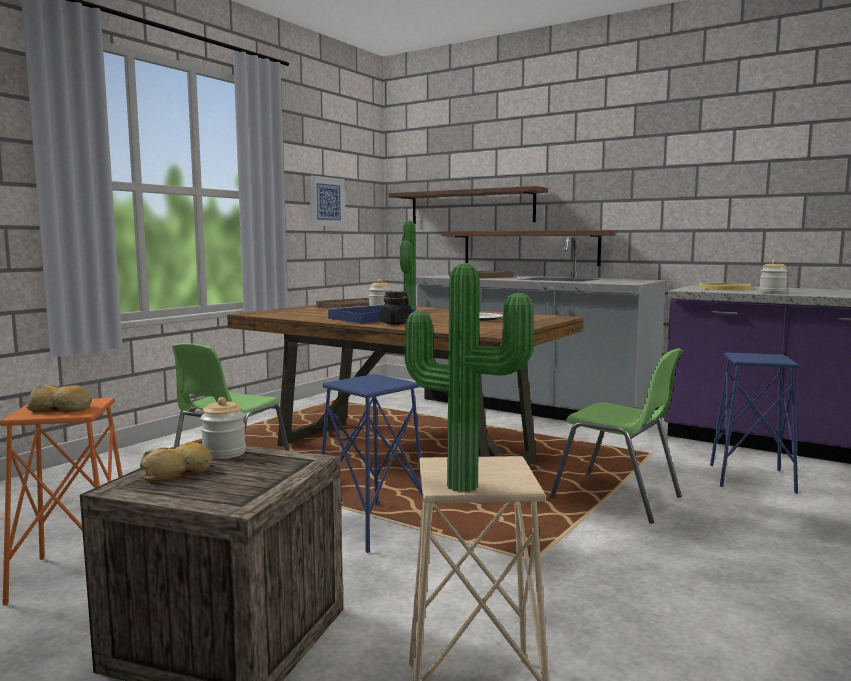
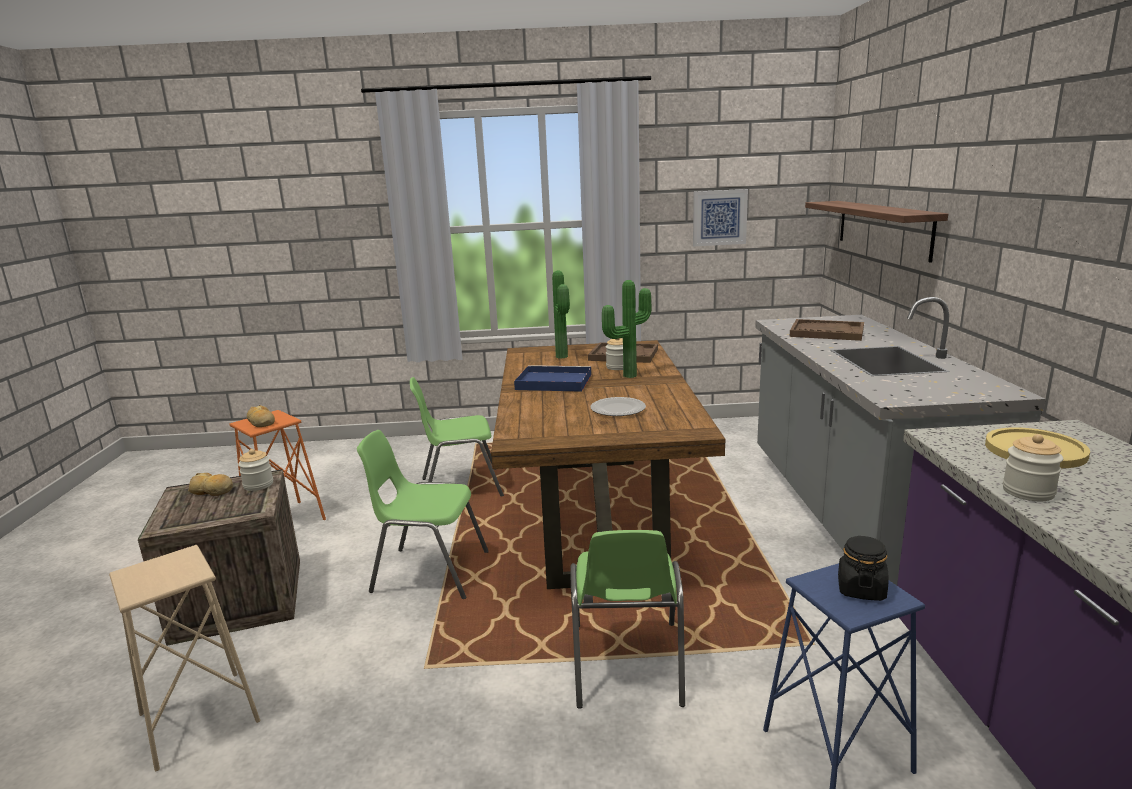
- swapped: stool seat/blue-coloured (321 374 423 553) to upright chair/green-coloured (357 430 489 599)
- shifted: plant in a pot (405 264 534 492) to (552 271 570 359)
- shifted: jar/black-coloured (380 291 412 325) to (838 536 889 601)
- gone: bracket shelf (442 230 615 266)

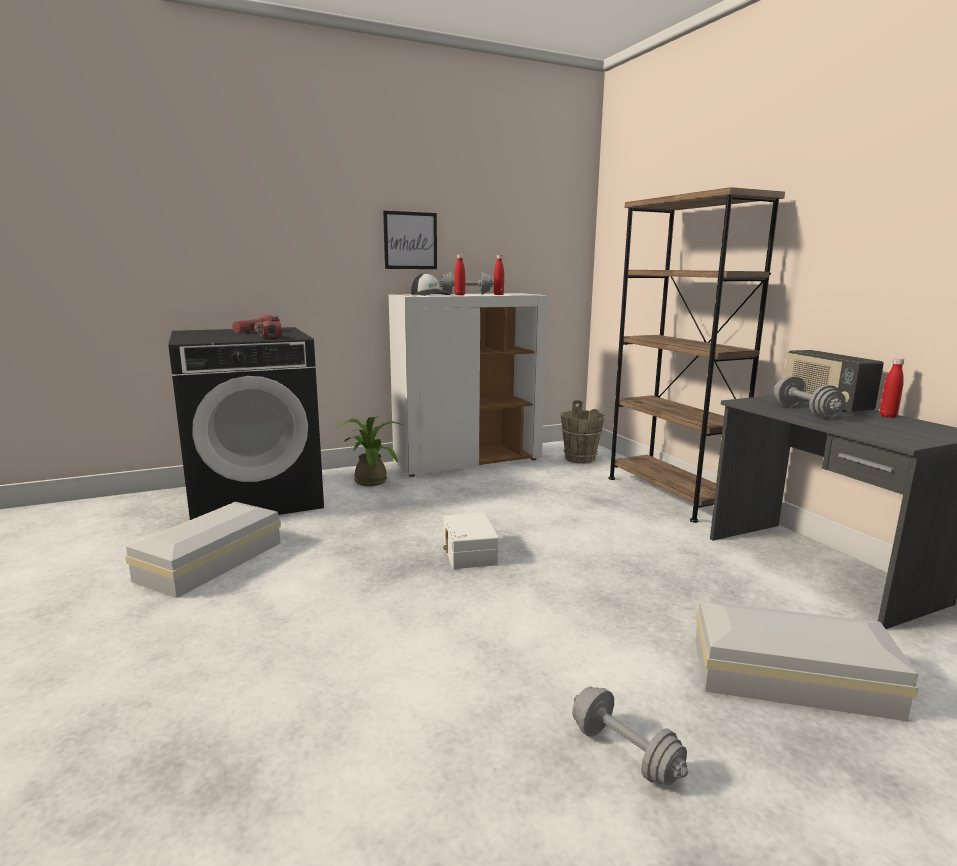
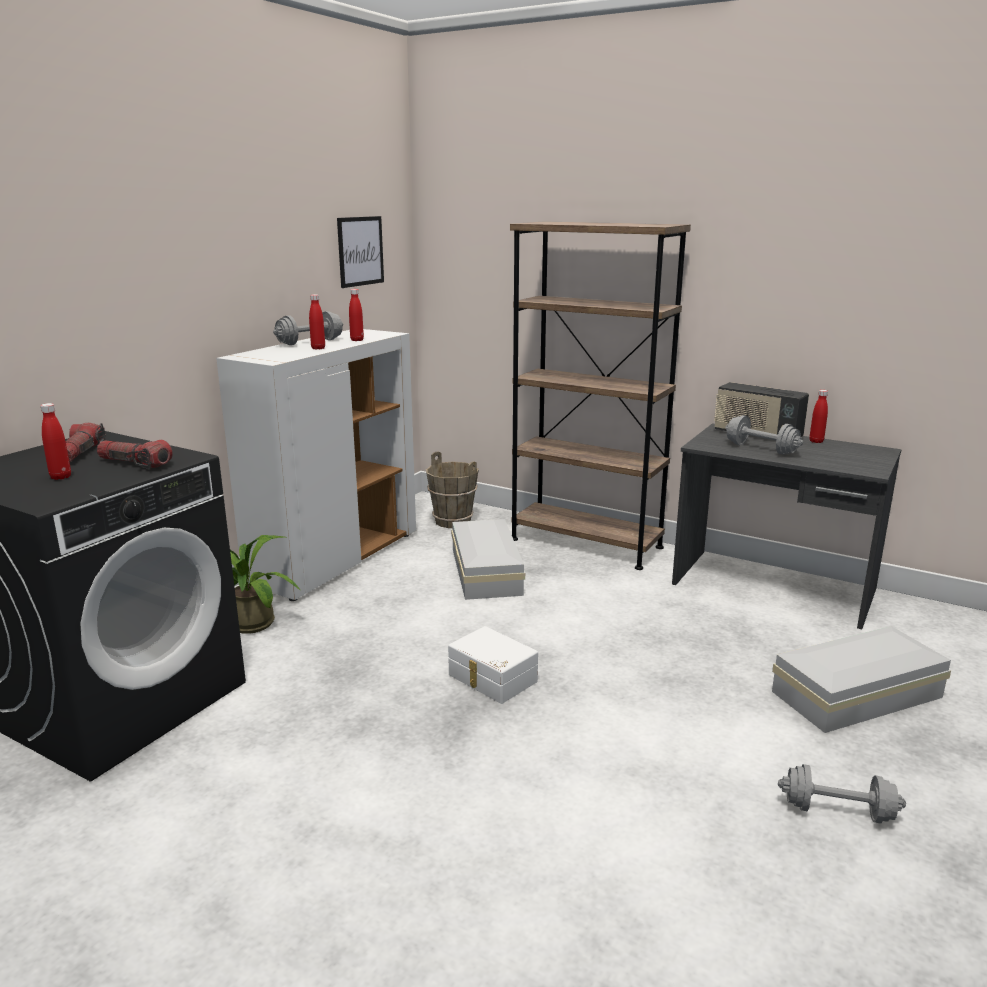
- new: beverage bottle/red (41 403 71 480)
- shifted: wall art (383 211 437 269) to (337 216 384 288)
- shifted: storage box/white (125 502 281 598) to (451 519 525 600)
- gone: baseball cap (411 273 450 296)

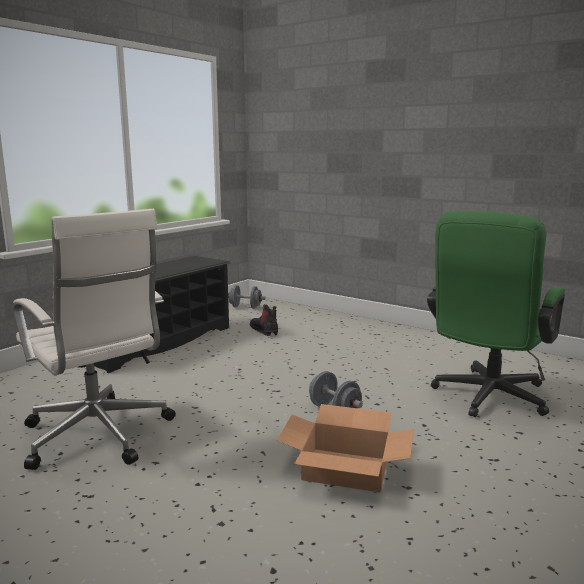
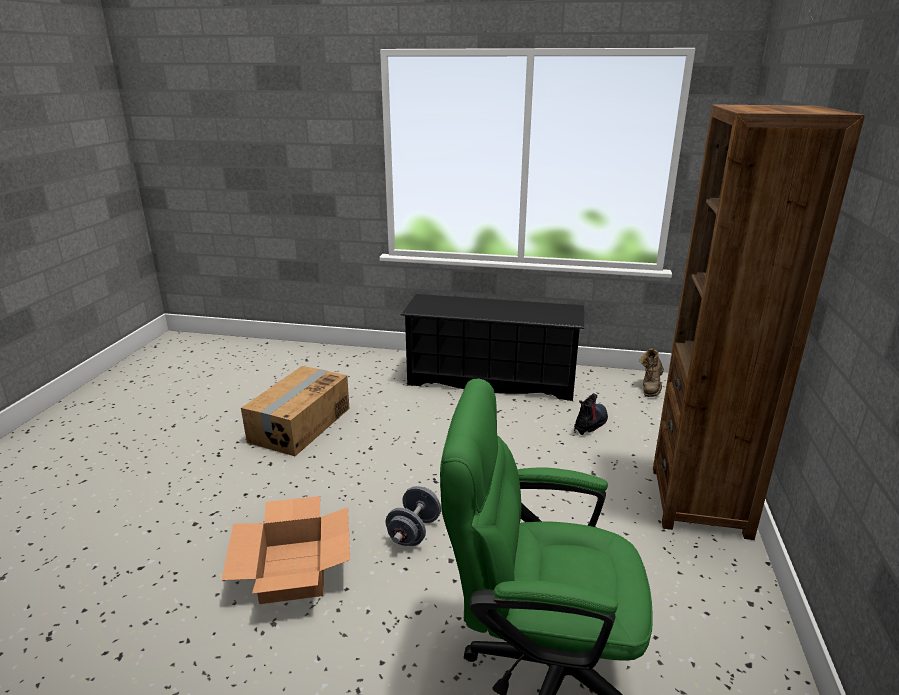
- swapped: computer chair/white (13 209 176 470) to carton (241 366 349 456)
- swapped: free weight/grey (228 285 265 309) to boot/brownish (639 348 664 397)
- new: bookcase/brownish (653 104 865 540)

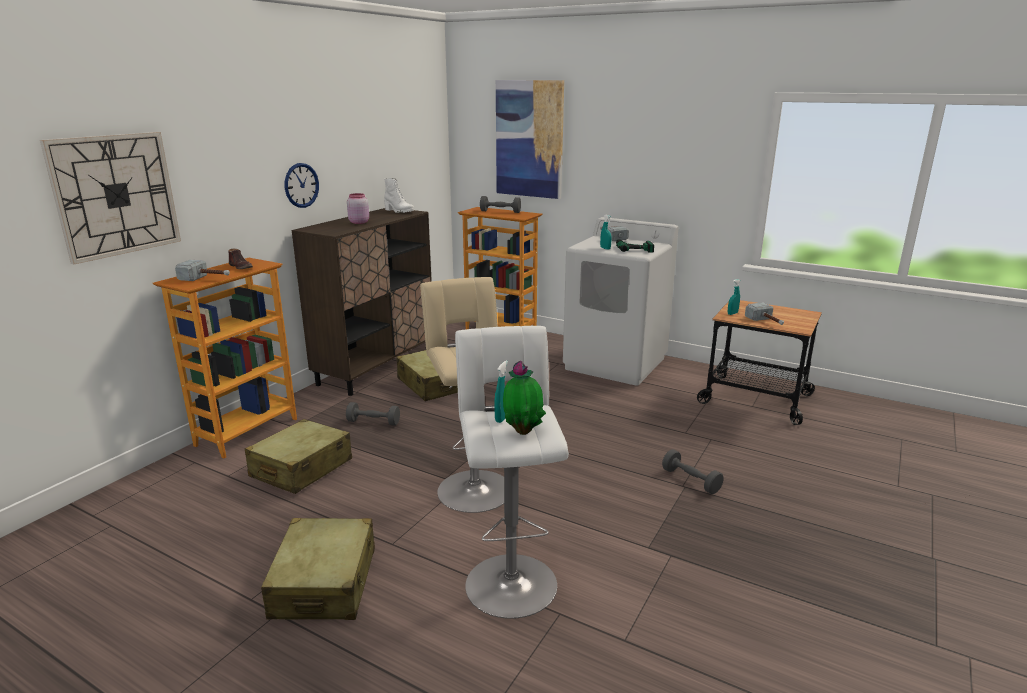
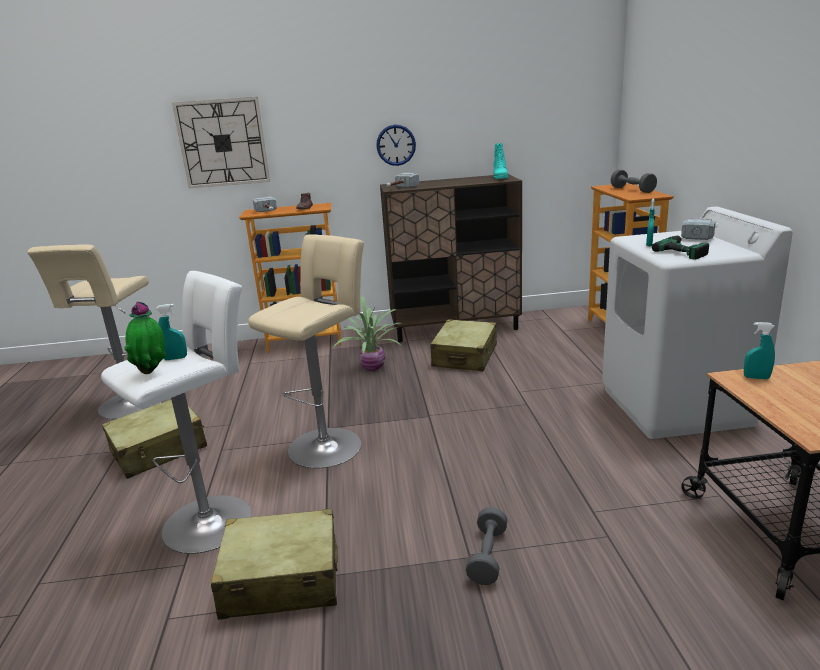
- new: stool seat/beige-coloured (27 244 163 419)
- shifted: suitcase/beige-coloured (245 419 352 494) to (211 509 338 620)
- swapped: free weight/grey (346 402 400 426) to plant in a pot (332 296 400 371)
- shifted: hand hammer (745 302 784 325) to (386 173 419 188)
- repainted: boot/white (384 178 415 213) to boot/turquoise (493 143 508 179)
- gone: jar/pink (347 193 369 224)
- gone: wall art (496 80 564 199)

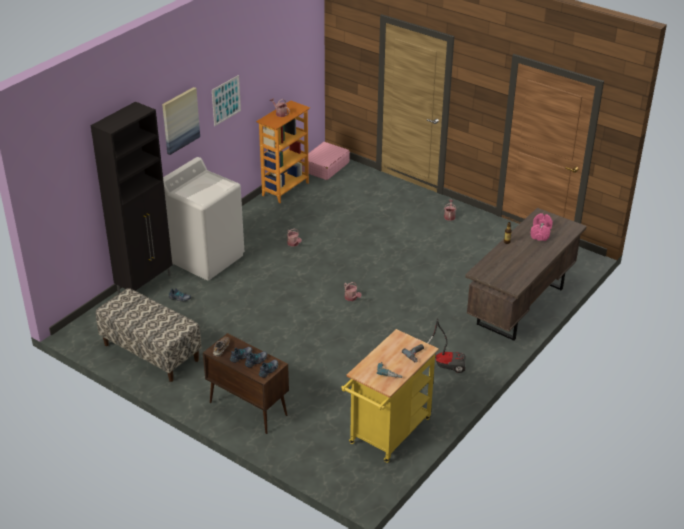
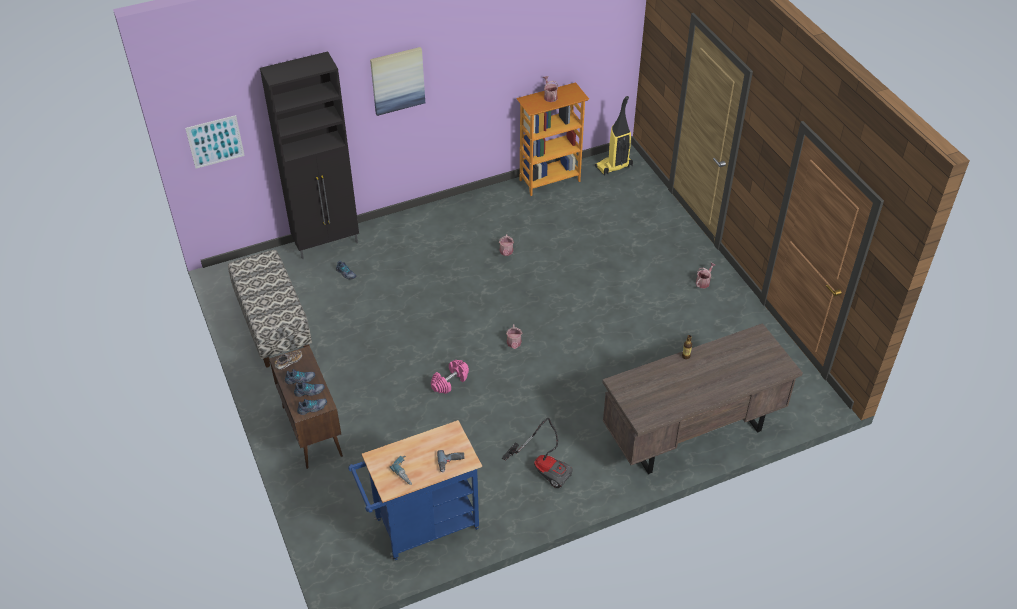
- shifted: wall art (212 75 241 126) to (185 115 245 169)
- repainted: wheeled cart/yellow (341 329 439 463) to wheeled cart/blue-coloured (348 420 482 560)
- shifted: free weight/pink (530 213 553 241) to (431 360 469 394)
- swapped: suitcase/pink (301 142 350 180) to hoover (595 96 633 176)
- gone: laundry machine/white (163 157 244 281)

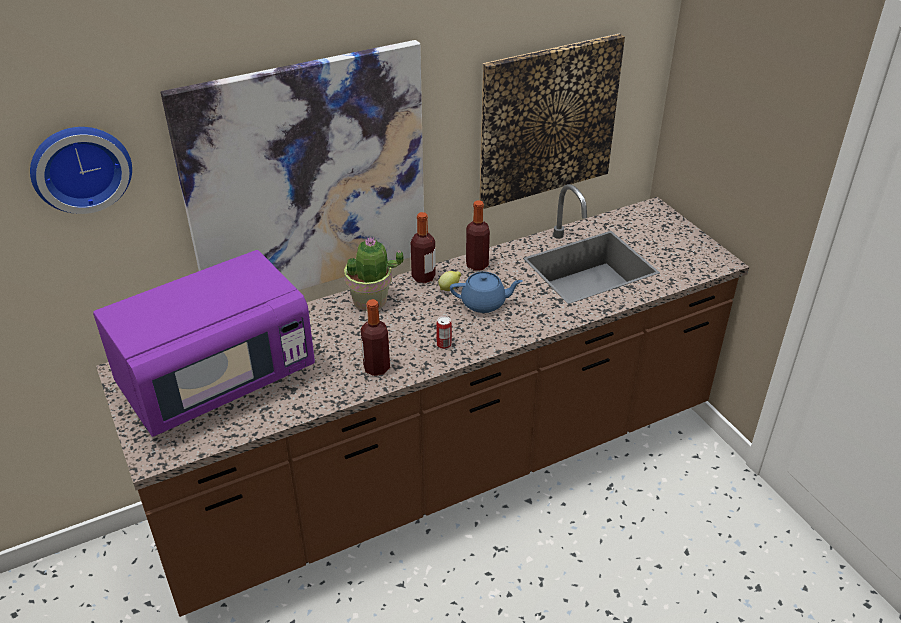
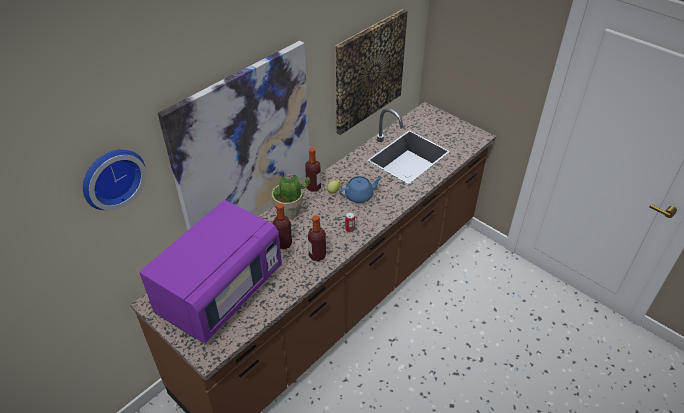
- shifted: beverage bottle (466 200 490 271) to (273 204 292 250)

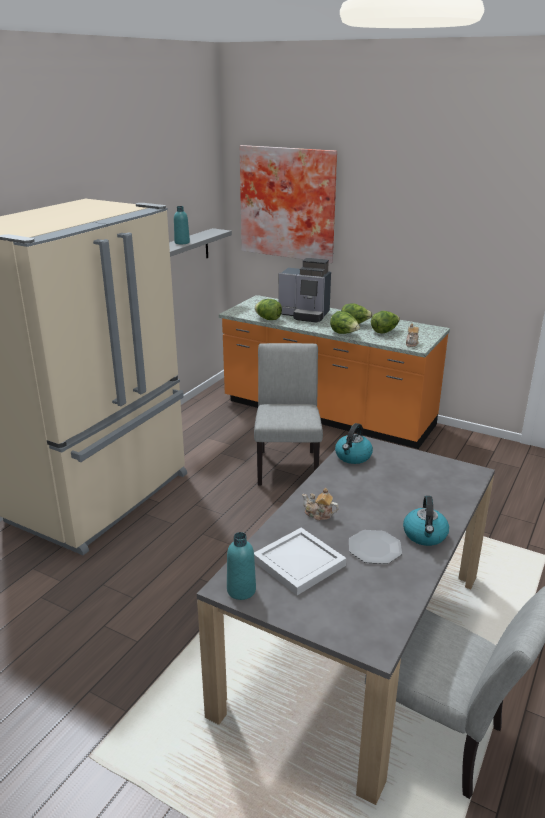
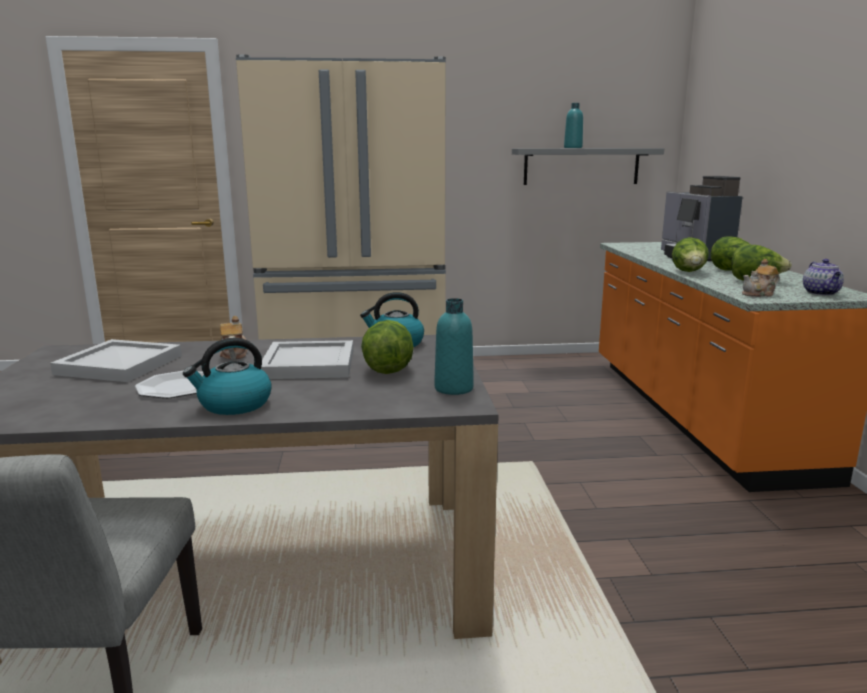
- new: serving tray/white (261 340 353 379)
- shifted: lettuce head (255 299 282 320) to (361 320 414 374)
- shifted: beverage bottle/turquoise (227 532 256 600) to (434 298 474 395)
- new: tea pot (803 259 844 296)
- gone: wall art (239 145 337 263)
- gone: upright chair/grey (254 343 323 485)

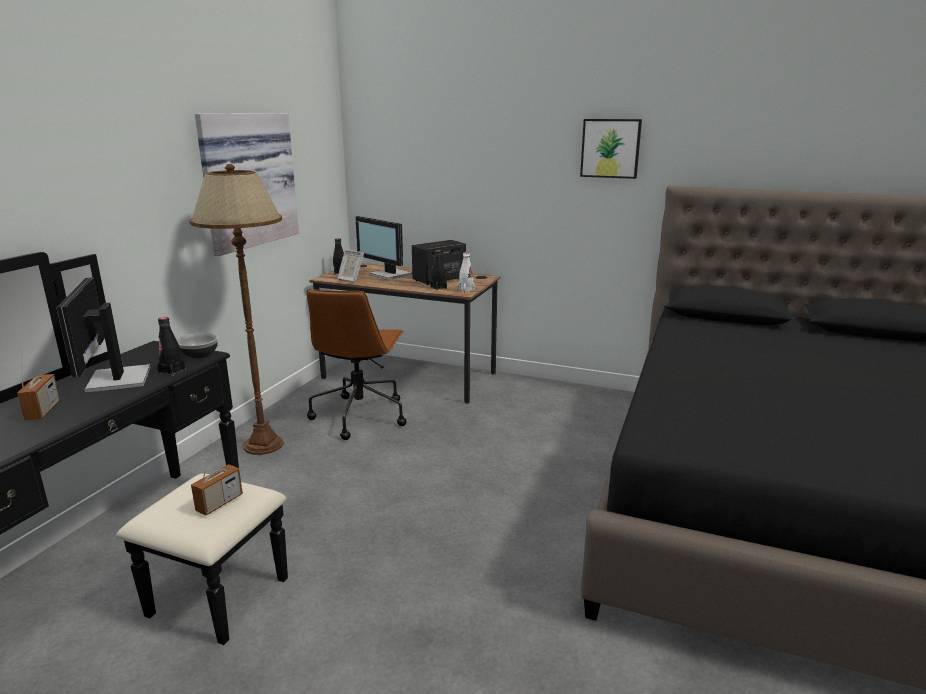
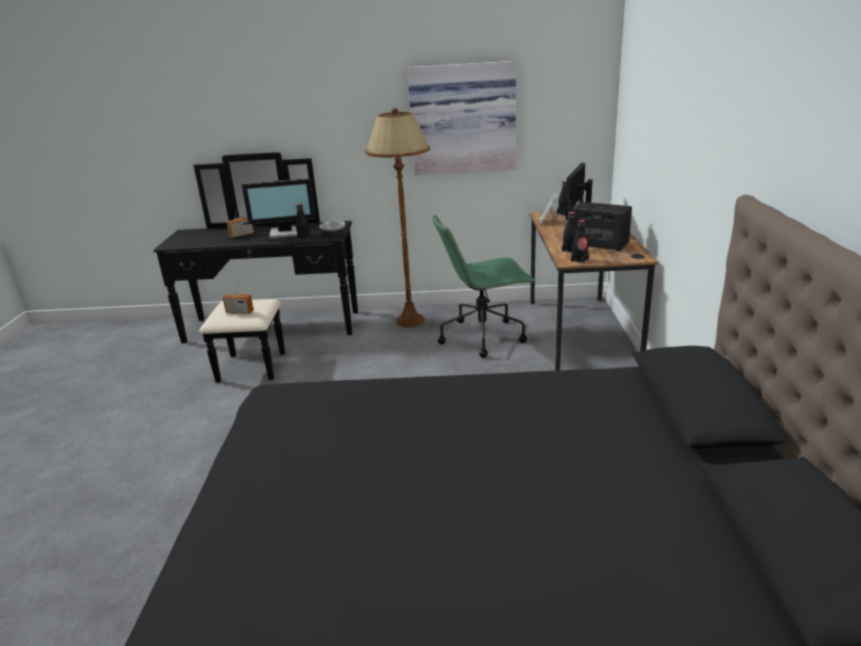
- rotated: computer screen (56 277 151 393) = (242 178 316 239) 150 degrees counterclockwise
- repainted: computer chair/brownish (306 289 407 440) to computer chair/green-coloured (433 215 535 358)
- repainted: beverage bottle/white (458 252 475 292) to beverage bottle/black-coloured (571 220 589 264)
- gone: wall art (580 119 642 179)

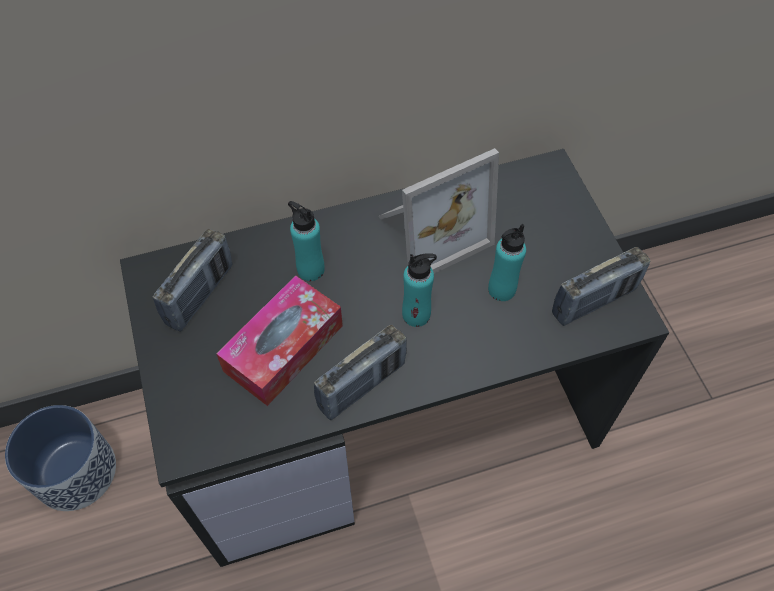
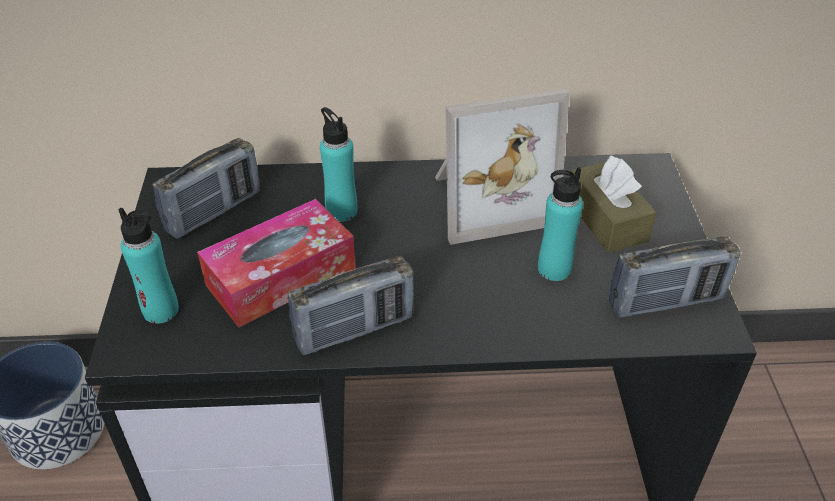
- shifted: beverage bottle/turquoise (402 253 437 327) to (119 208 179 324)
- new: tissue holder/brownish (571 155 656 252)

